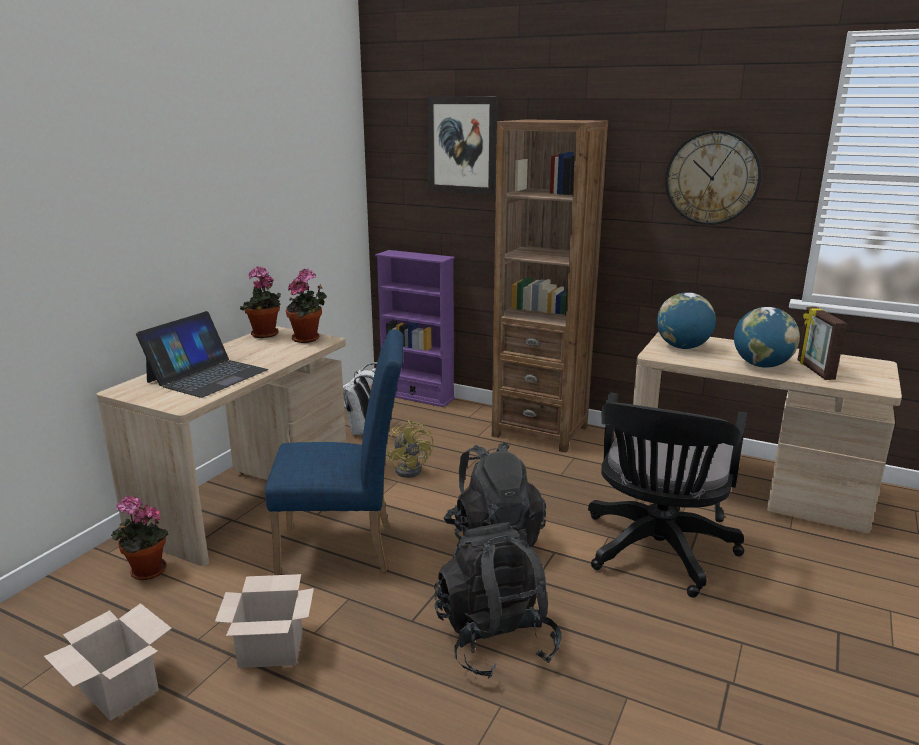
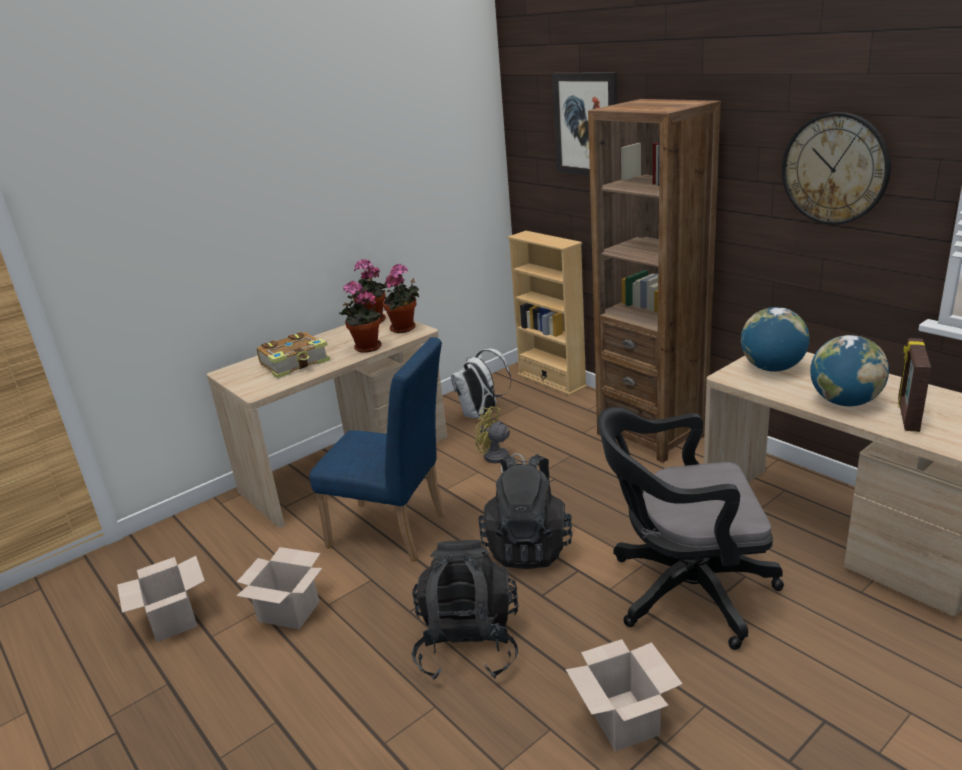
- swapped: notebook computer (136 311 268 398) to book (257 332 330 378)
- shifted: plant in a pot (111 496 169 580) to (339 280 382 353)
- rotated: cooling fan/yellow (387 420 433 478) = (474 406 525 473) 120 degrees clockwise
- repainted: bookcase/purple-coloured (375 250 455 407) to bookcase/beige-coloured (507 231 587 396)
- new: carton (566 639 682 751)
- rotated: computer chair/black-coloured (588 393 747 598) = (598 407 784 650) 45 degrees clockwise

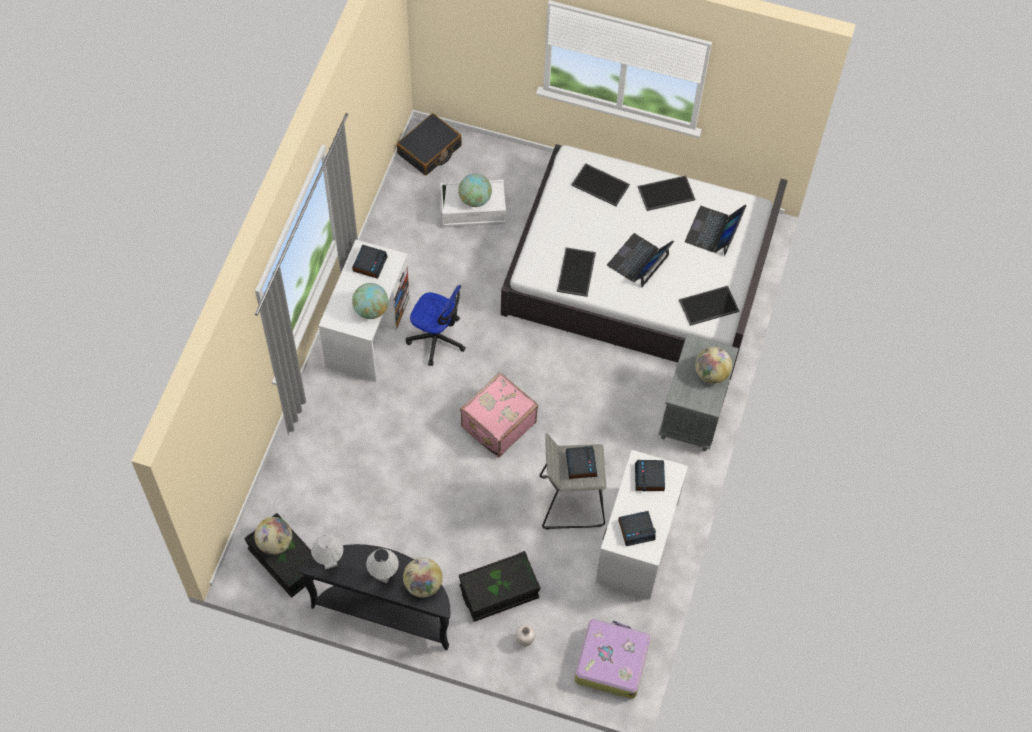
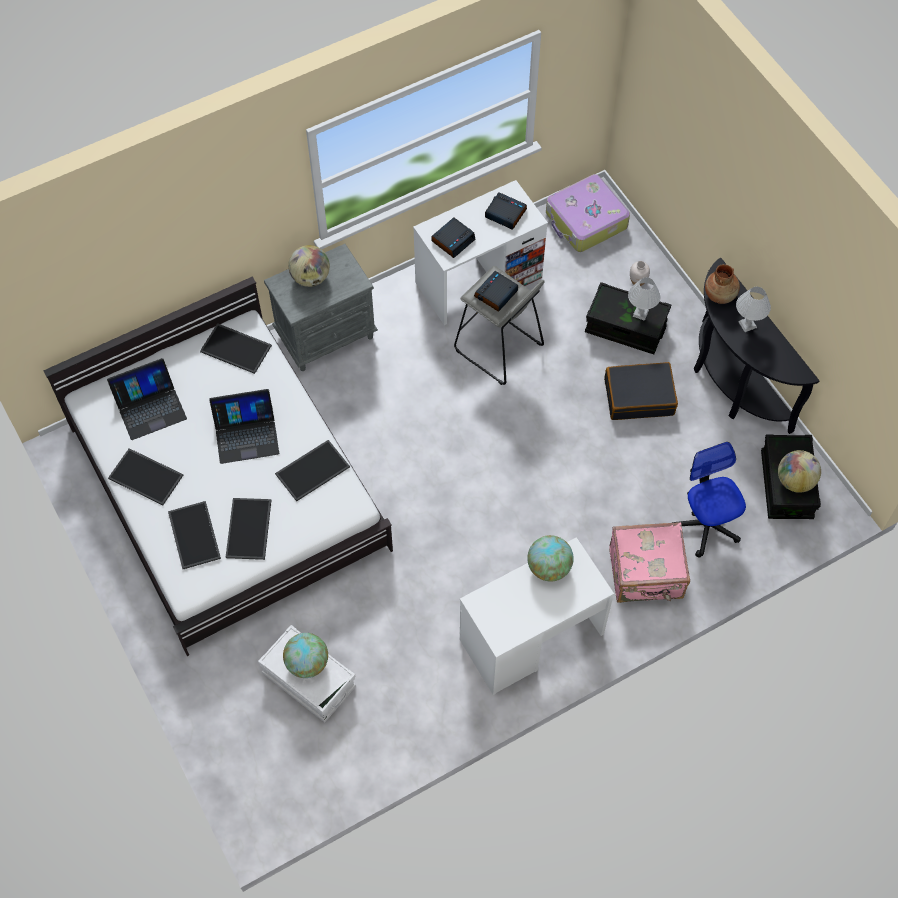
- new: serving tray (226 498 271 560)
- shifted: suitcase/black-coloured (396 113 462 176) to (604 362 678 420)
- shifted: suitcase/pink (460 372 538 458) to (609 522 690 603)
- shifted: table lamp/white (311 535 343 569) to (628 277 661 321)
- shifted: computer chair (406 285 466 366) to (672 442 746 558)
- swapped: world globe (403 558 443 597) to vase/brownish (705 264 740 304)
- gone: bedside clock (352 245 388 279)

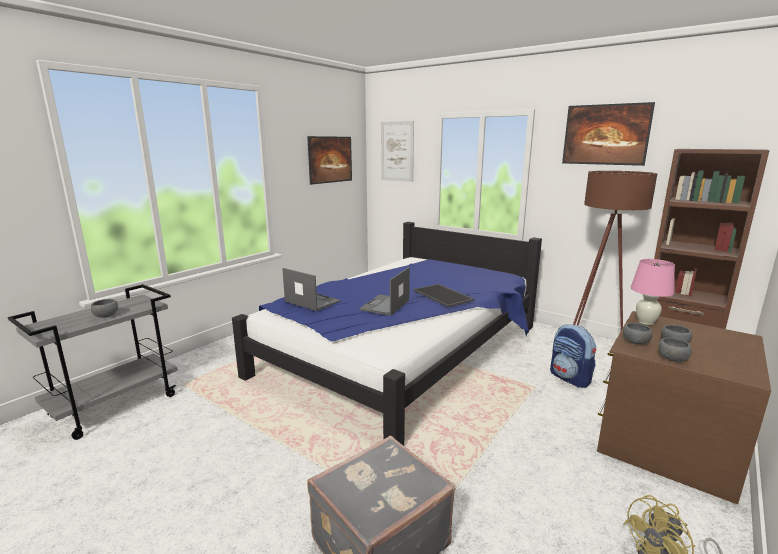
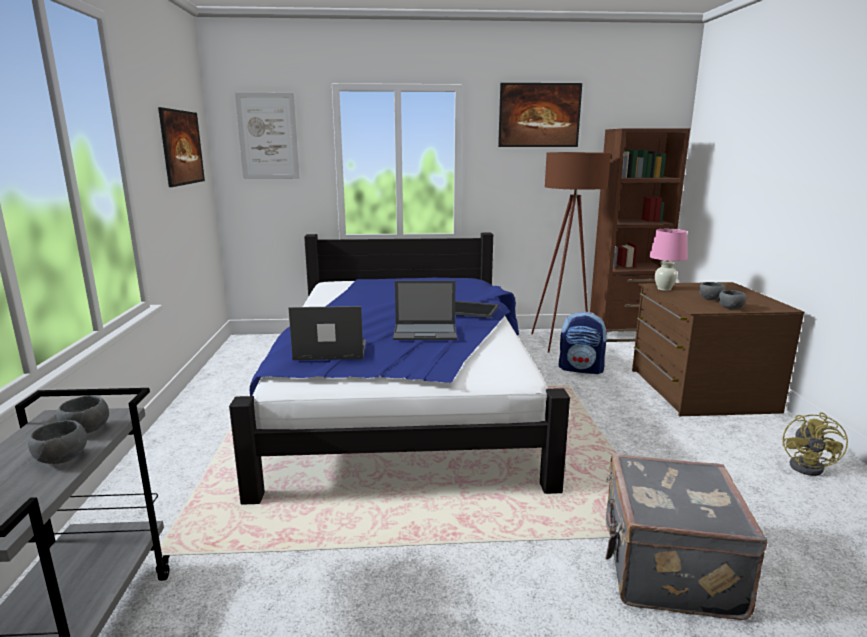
- shifted: bowl/grey (623 323 653 345) to (57 396 109 433)
- rotated: notebook computer (359 267 410 316) = (393 281 457 340) 75 degrees counterclockwise

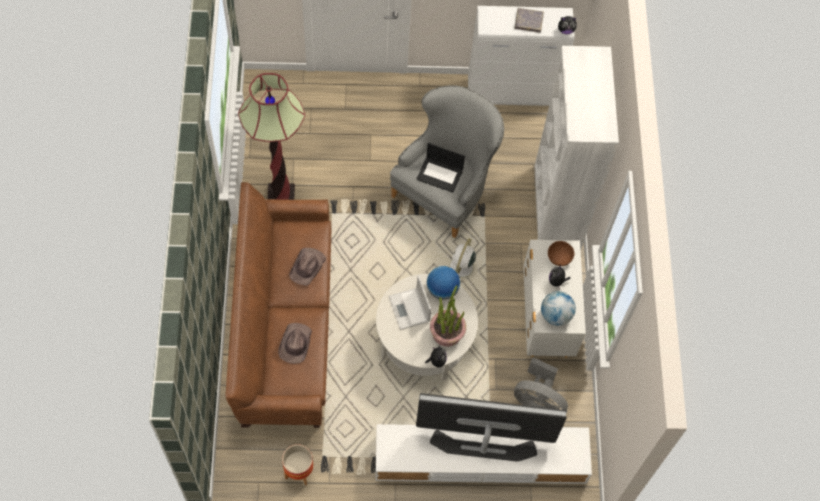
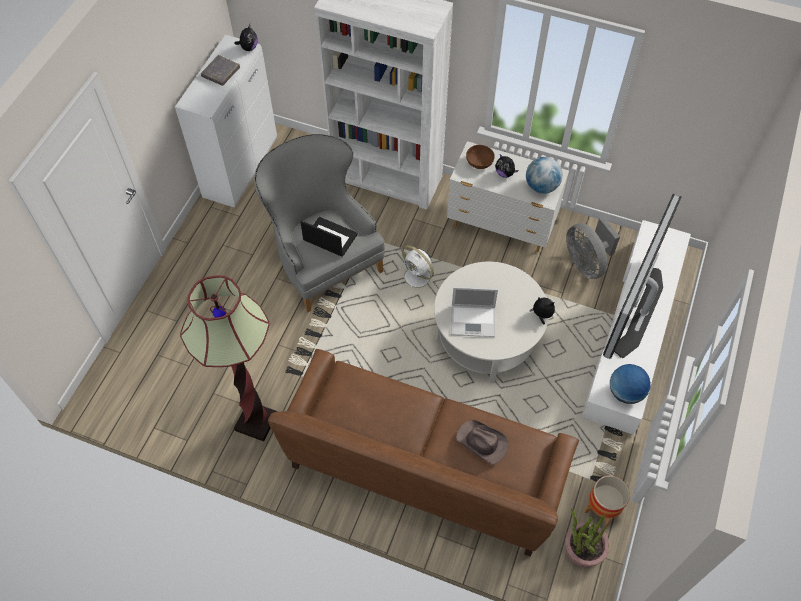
- rotated: notebook computer (417 142 465 193) = (300 217 358 257) 105 degrees counterclockwise
- shifted: plant in a pot (430 285 466 347) to (565 508 610 568)
- rotated: cooling fan/grey (514 357 568 410) = (566 216 620 279) 105 degrees clockwise
- shifted: world globe (426 266 460 300) to (610 364 651 404)
- gone: clothing hat/brownish (289 248 326 286)

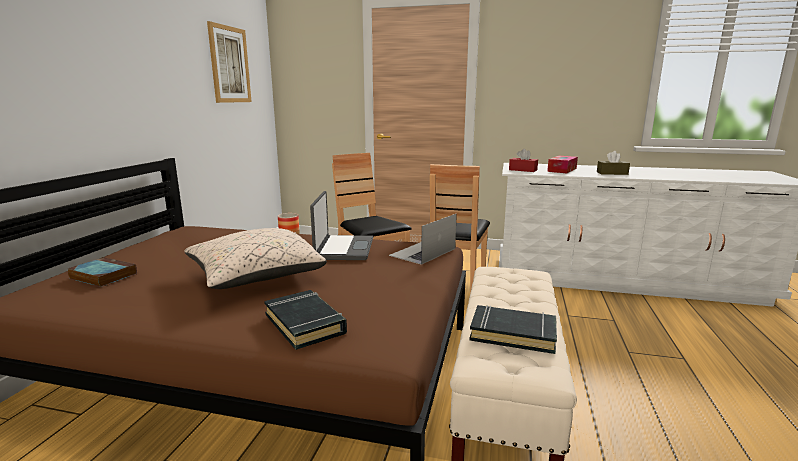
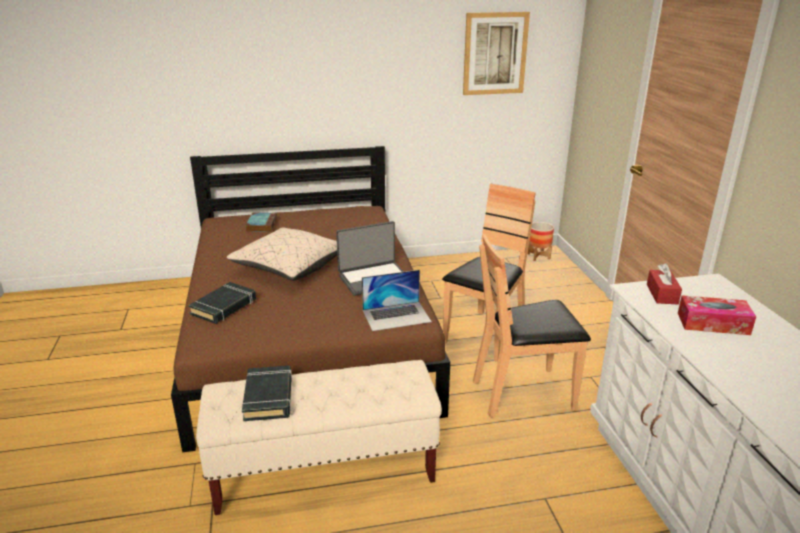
- rotated: notebook computer (389 214 457 265) = (362 270 432 331) 150 degrees clockwise
- gone: tissue holder/brownish (597 151 630 175)

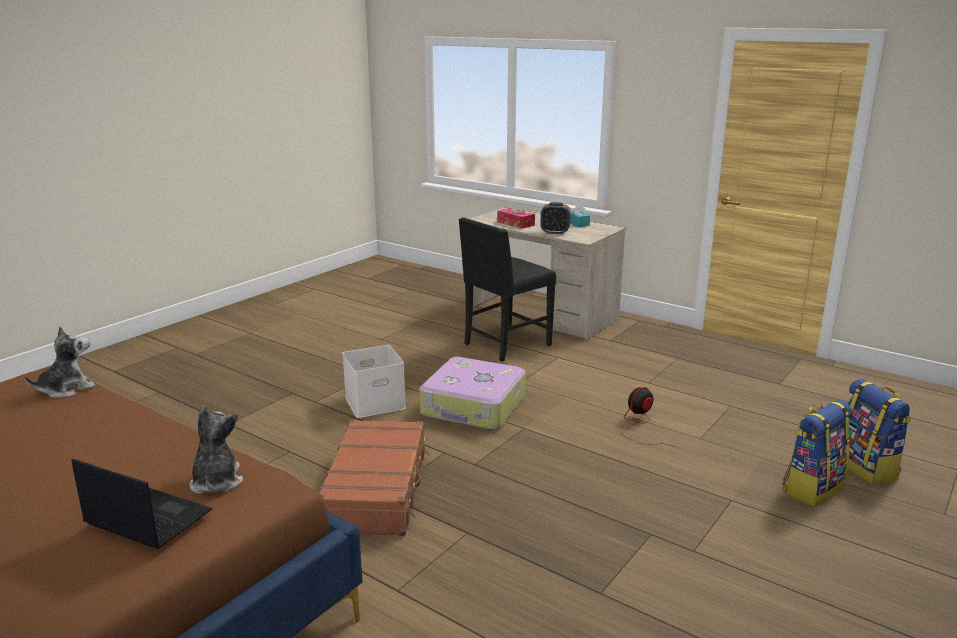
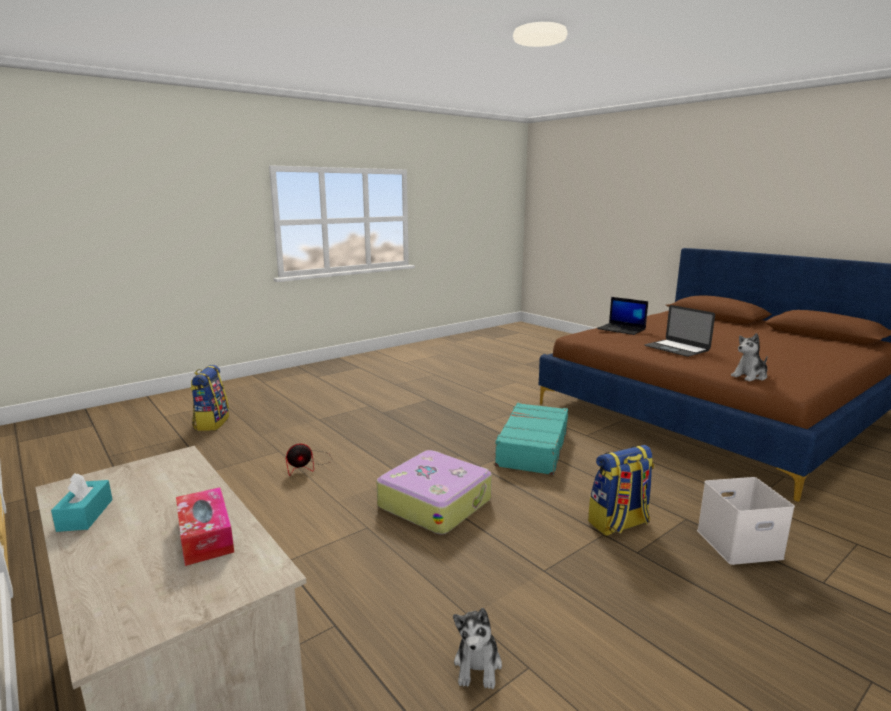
- shifted: cuddly toy (189 405 243 494) to (453 608 502 689)
- repainted: suitcase/brownish (319 419 429 536) to suitcase/turquoise (493 403 568 475)
- shifted: rucksack (783 400 852 507) to (588 445 654 536)
- new: notebook computer (645 305 715 357)
- shifted: storage box/white (342 345 406 418) to (697 477 795 565)
- gone: upright chair/black-coloured (459 217 556 362)
- gone: bedside clock (540 202 571 234)

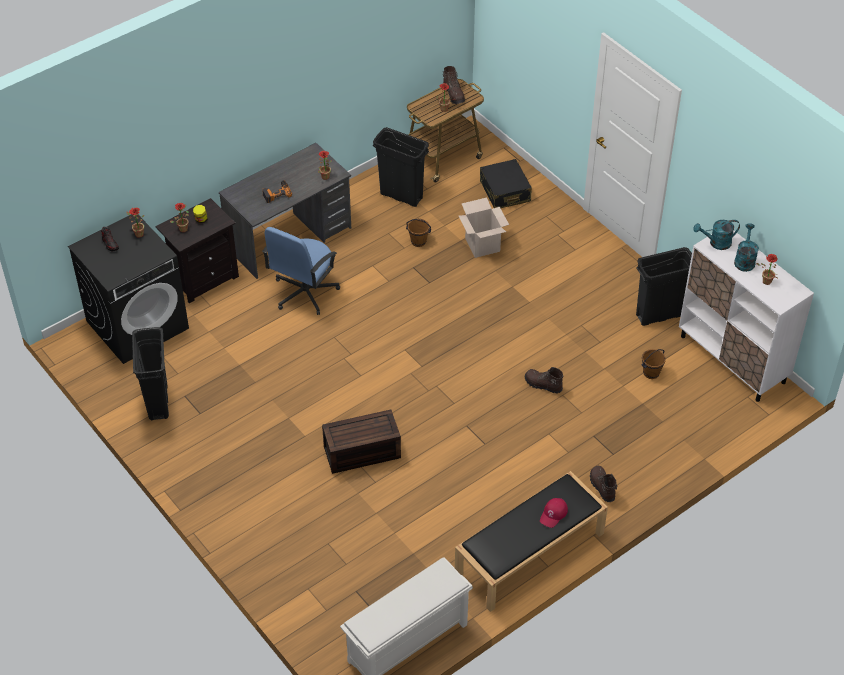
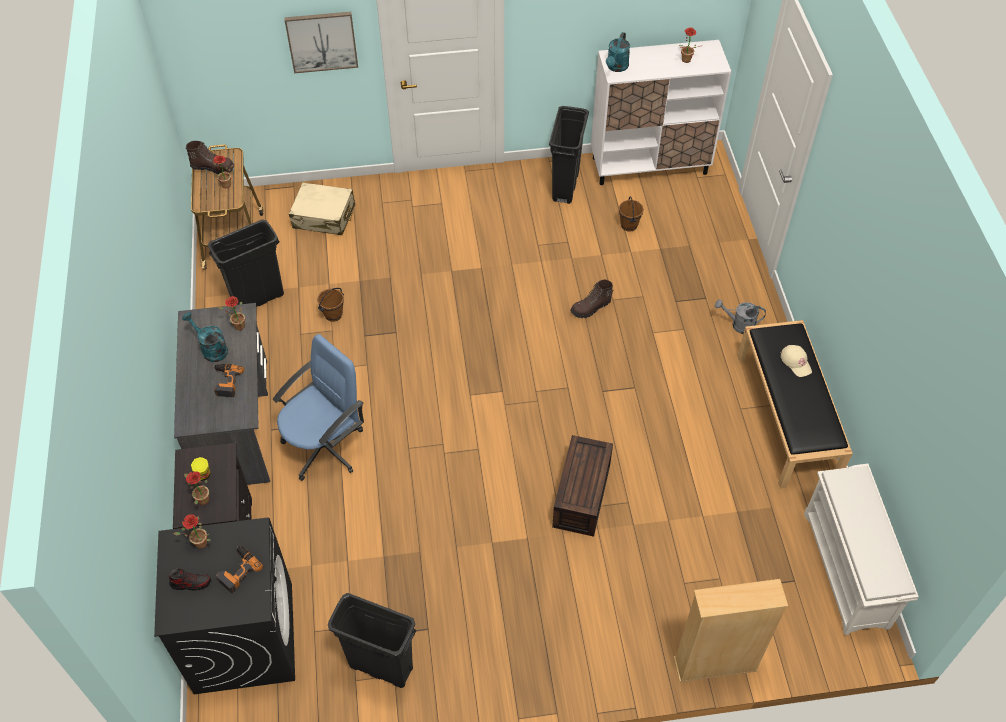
- shifted: watering can/turquoise (734 223 759 272) to (182 312 228 362)
- new: power drill (216 546 263 593)
- rotated: computer chair/blue-coloured (262 227 340 315) = (273 334 364 481) 105 degrees counterclockwise
- new: wall art (284 12 358 73)
- repainted: suitcase/black-coloured (480 159 532 208) to suitcase/beige-coloured (289 183 355 235)
- new: bookcase/beige-coloured (674 579 788 682)
- swapped: boot/brownish (590 466 617 502) to watering can/grey (715 299 766 334)
- repainted: baseball cap/red (540 498 568 528) to baseball cap/beige-coloured (781 345 812 377)
- gone: carton (459 198 509 258)

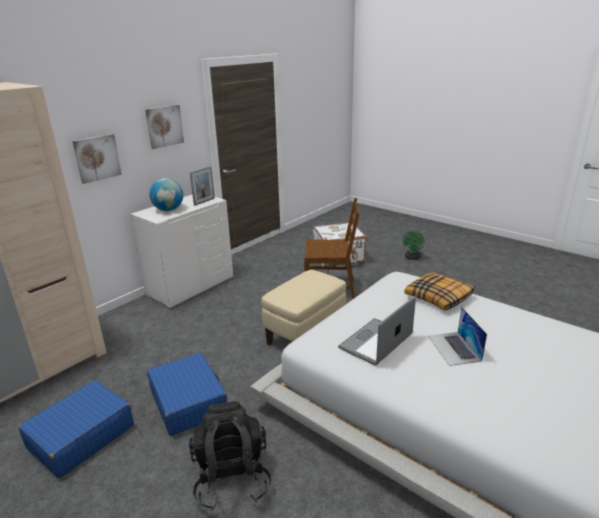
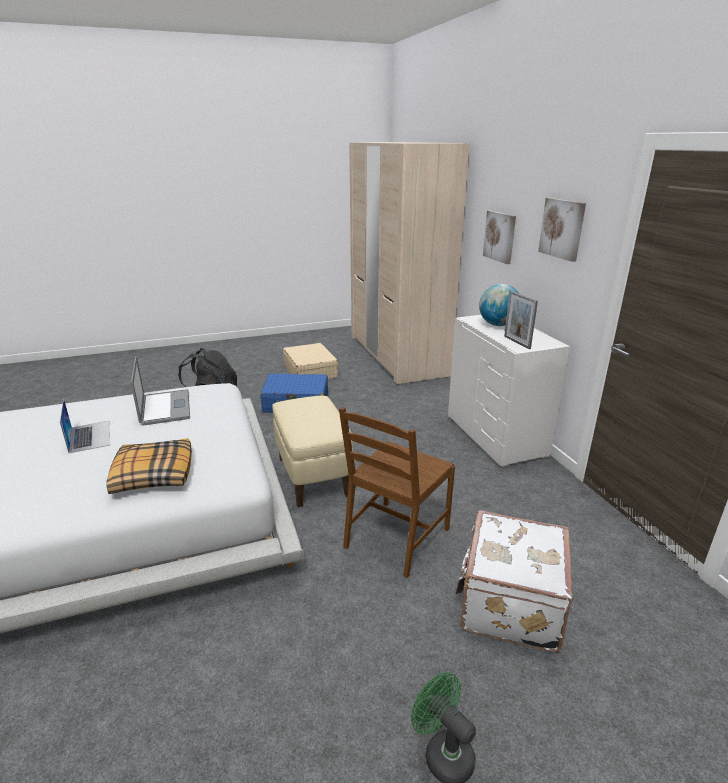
- rotated: notebook computer (428 307 487 366) = (60 398 110 453) 45 degrees clockwise
- repainted: suitcase/blue-coloured (19 380 134 478) to suitcase/beige-coloured (283 343 338 379)

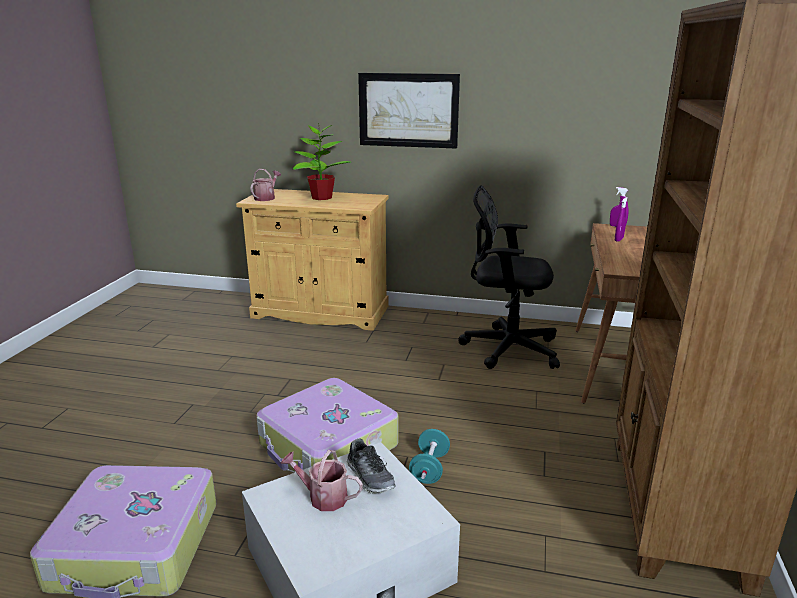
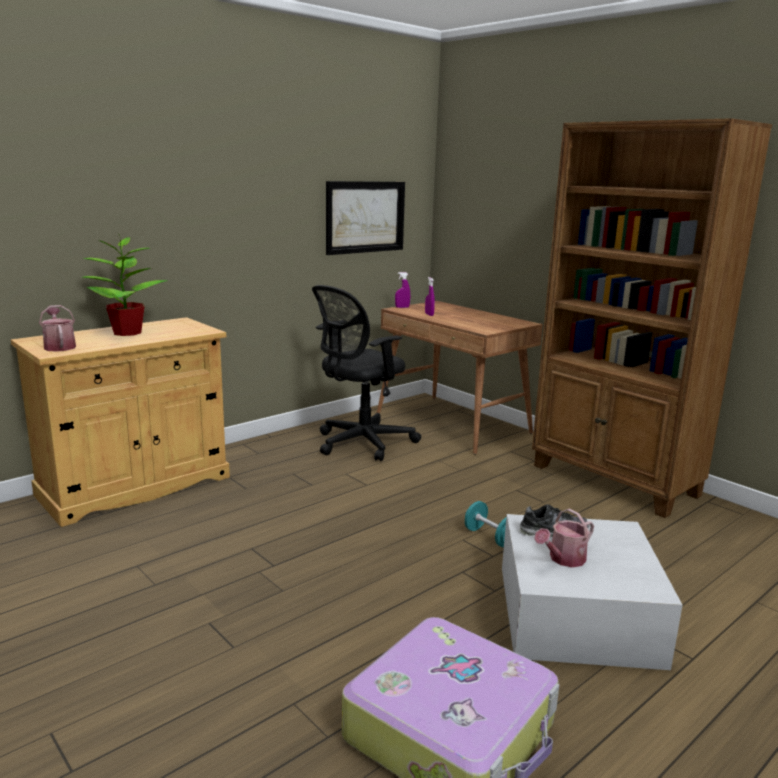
- shifted: wall art (358 73 460 149) to (326 181 405 255)
- gone: suitcase (257 378 398 473)

